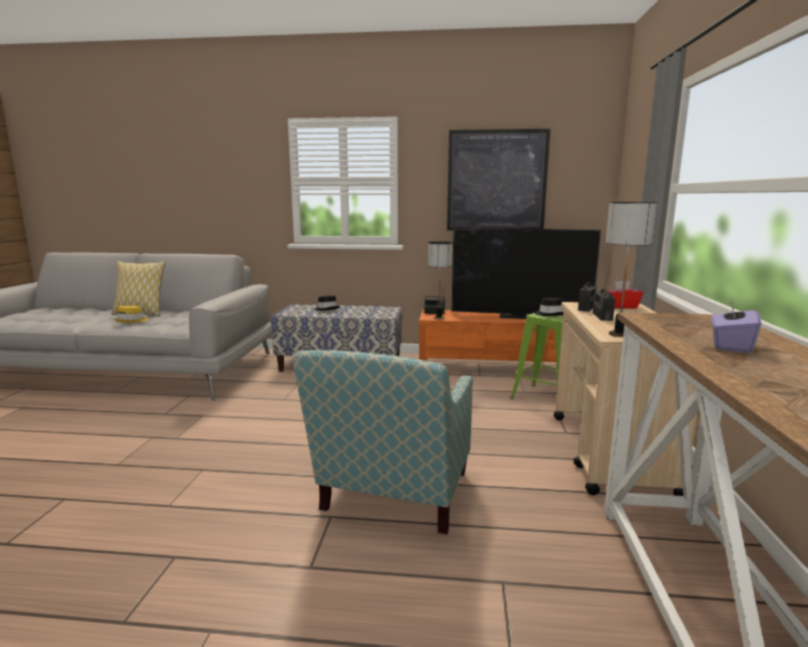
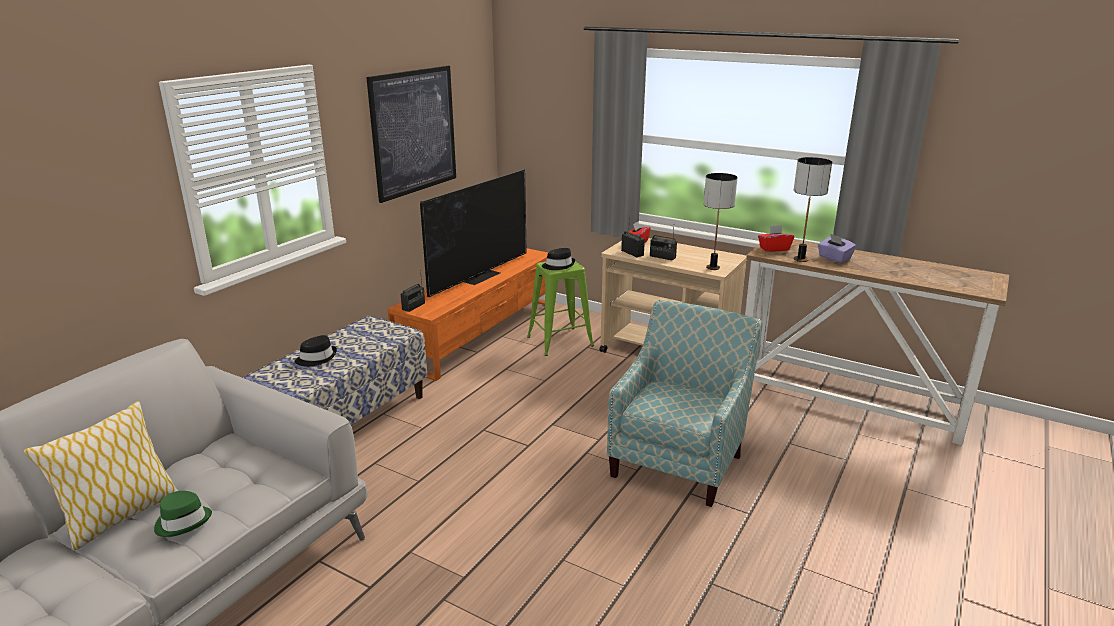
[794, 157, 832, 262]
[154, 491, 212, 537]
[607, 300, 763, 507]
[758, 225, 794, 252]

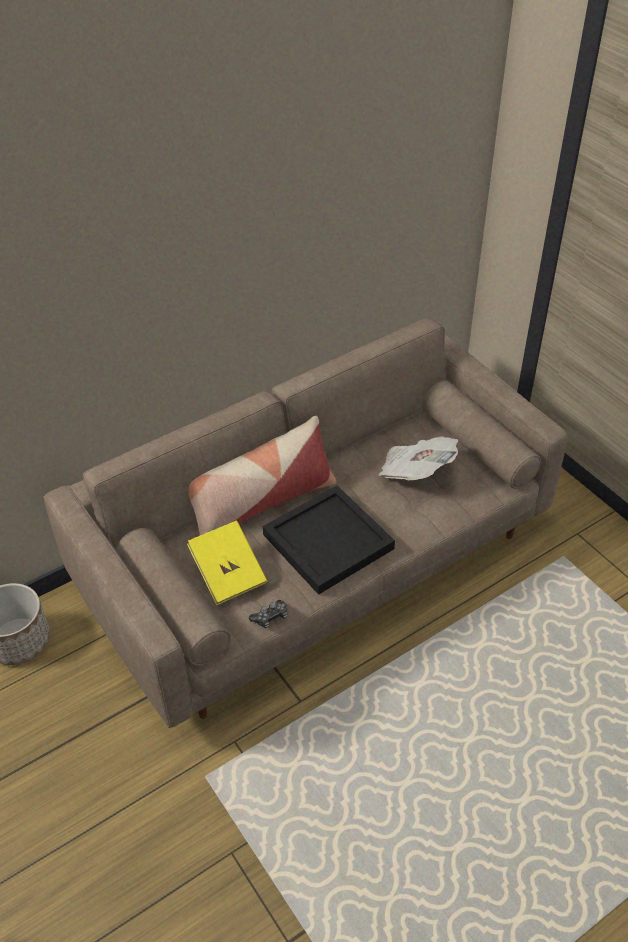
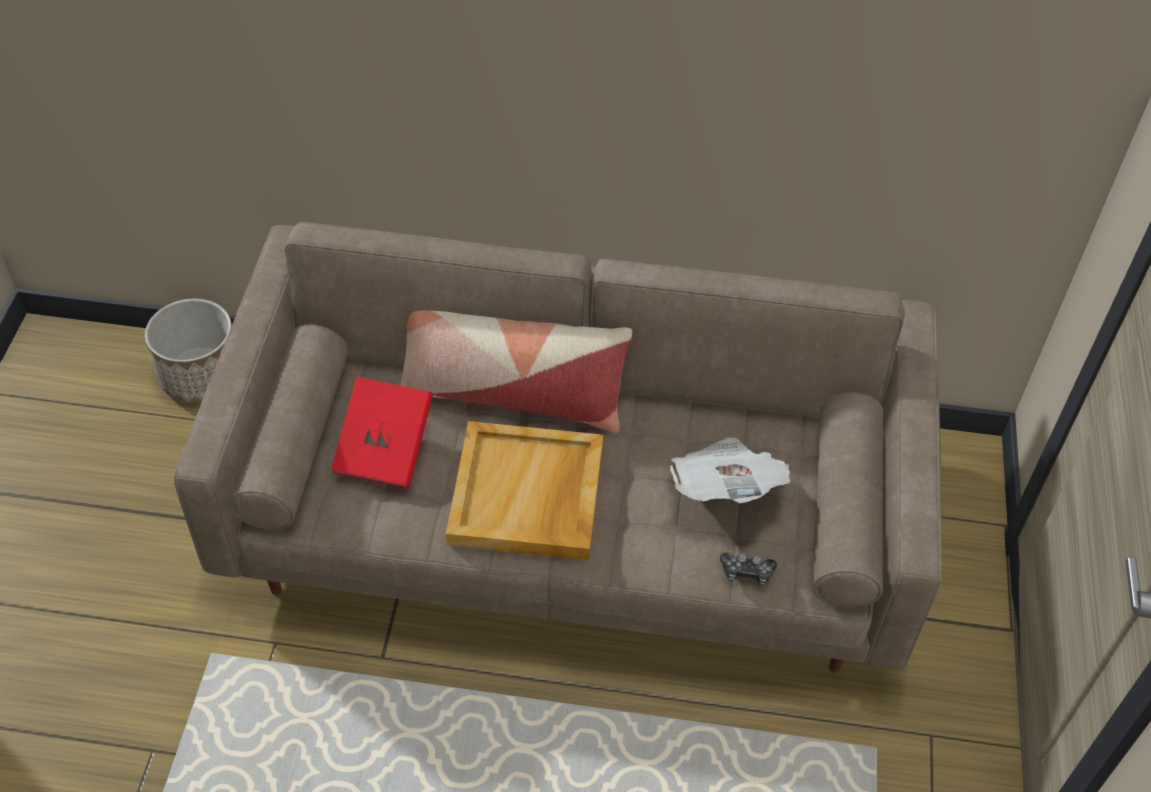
[446, 421, 603, 560]
[331, 377, 433, 488]
[720, 553, 777, 586]

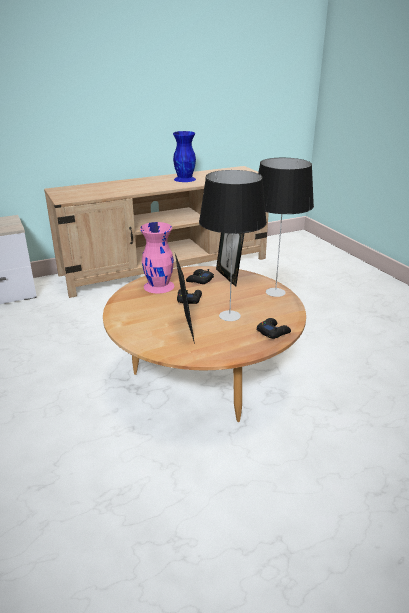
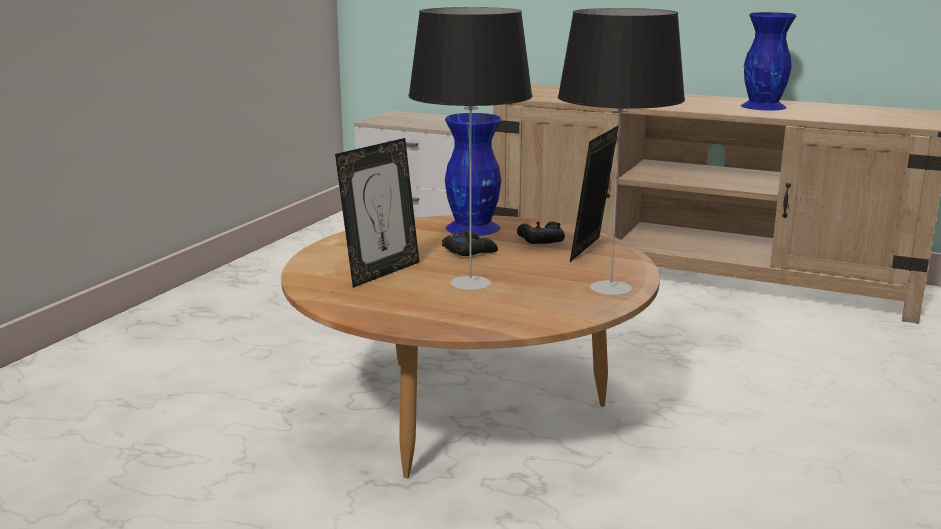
[445, 113, 501, 236]
[257, 318, 291, 339] (first image)

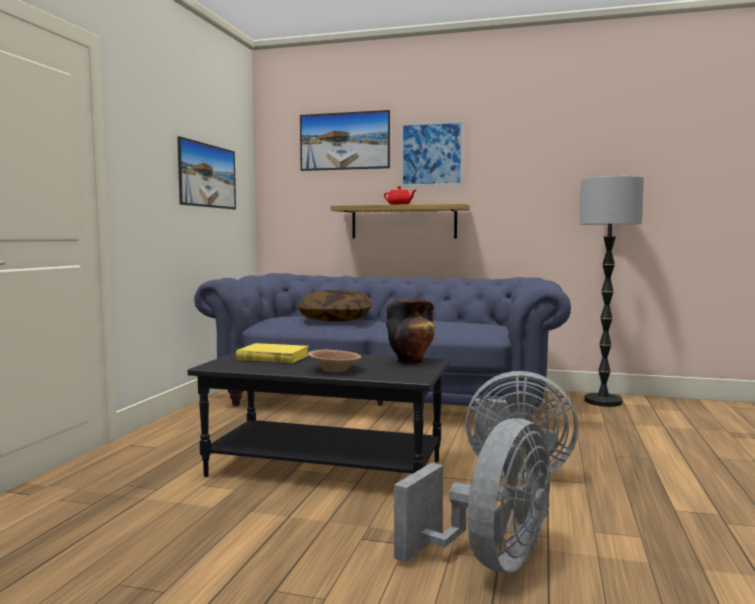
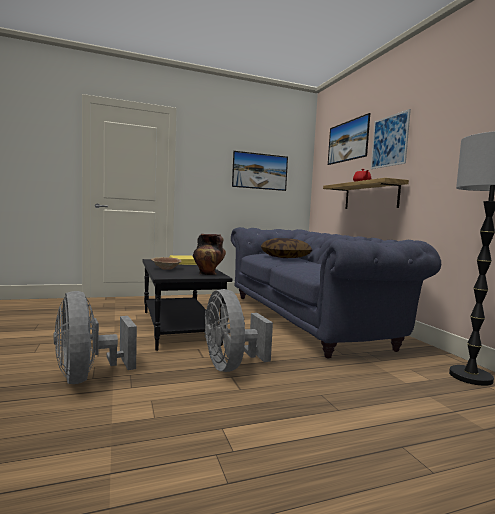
[54, 291, 137, 384]

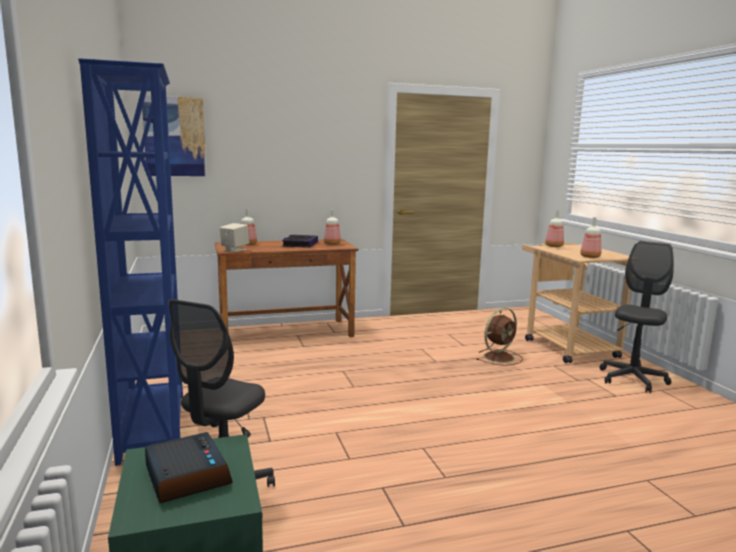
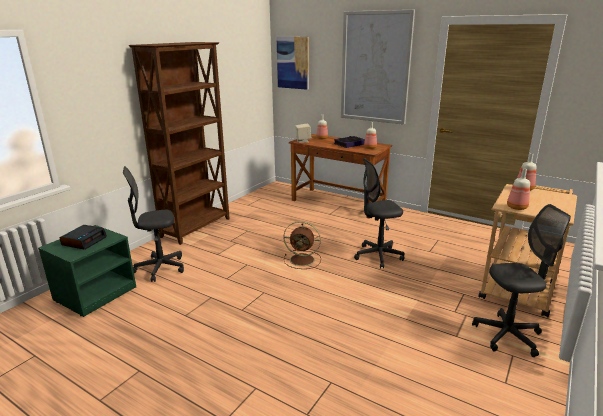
[128, 42, 230, 245]
[284, 221, 321, 269]
[341, 10, 415, 125]
[354, 158, 405, 269]

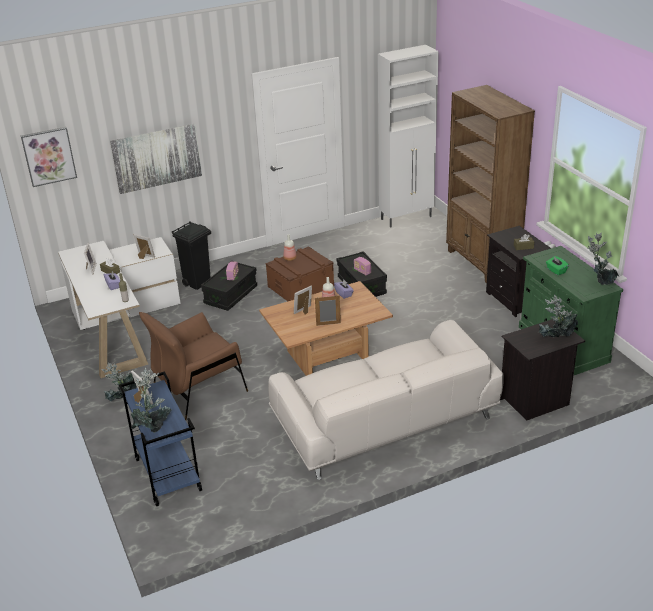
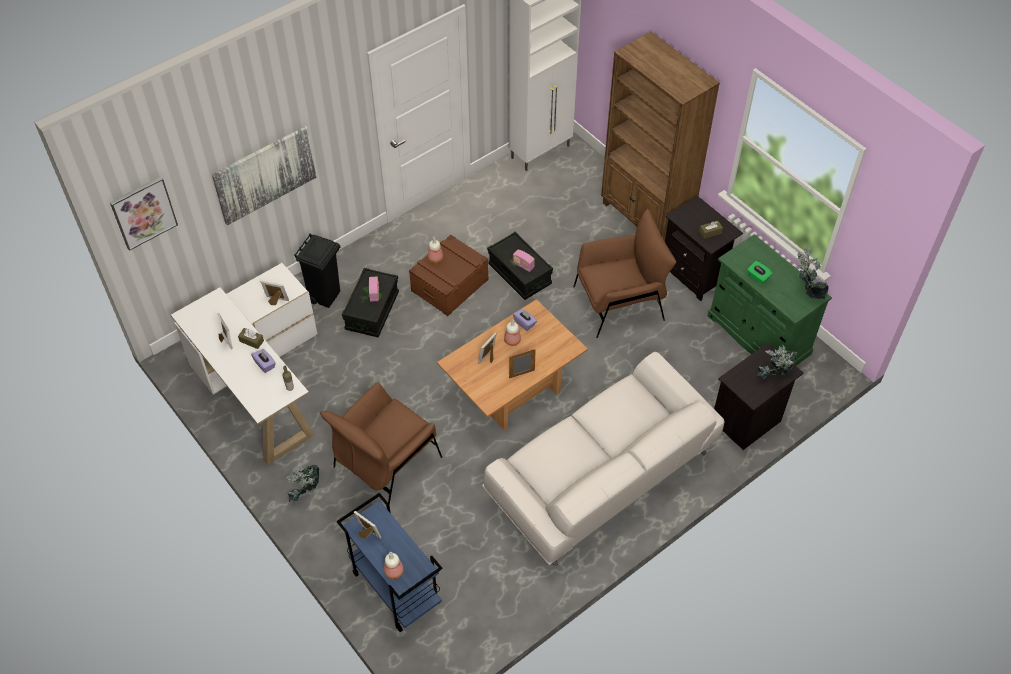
[384, 552, 404, 579]
[573, 209, 676, 338]

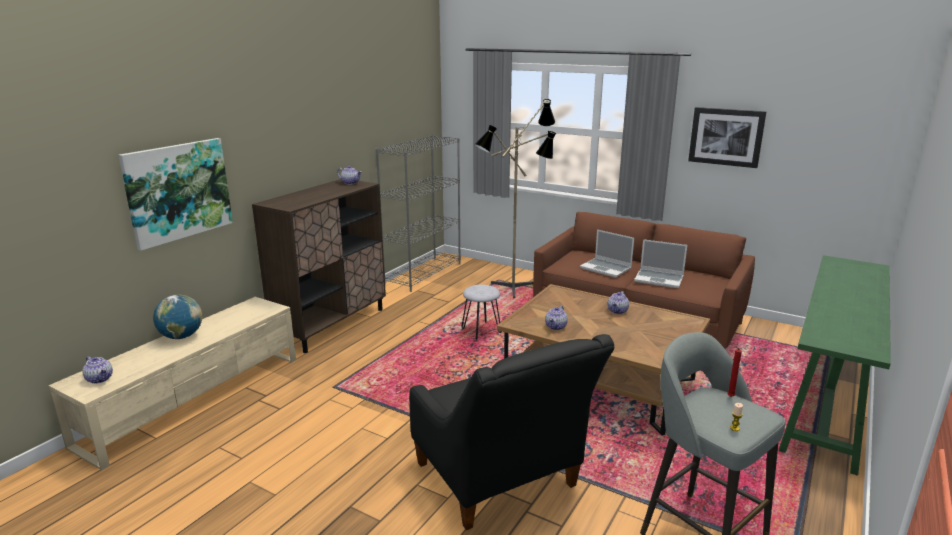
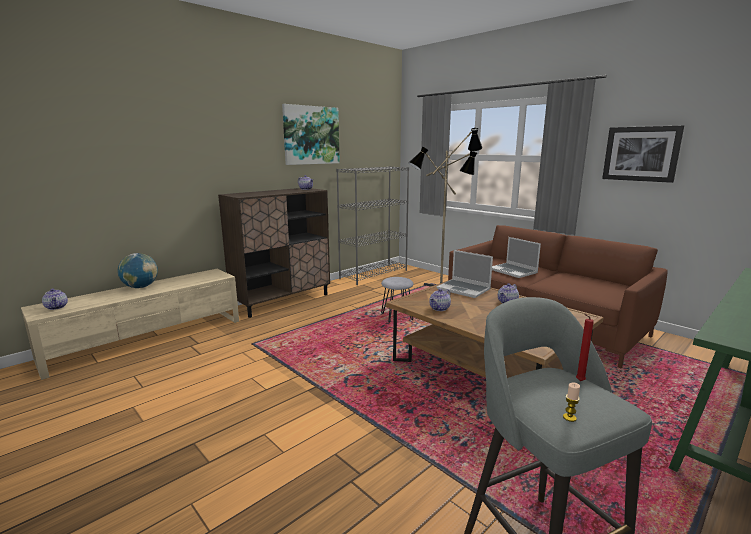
[282, 104, 340, 165]
[437, 250, 493, 298]
[409, 334, 615, 530] (first image)

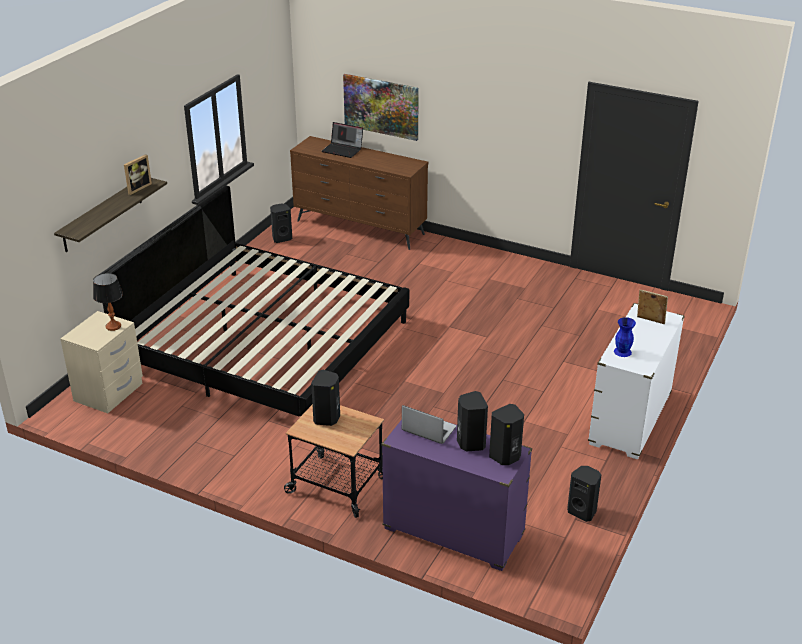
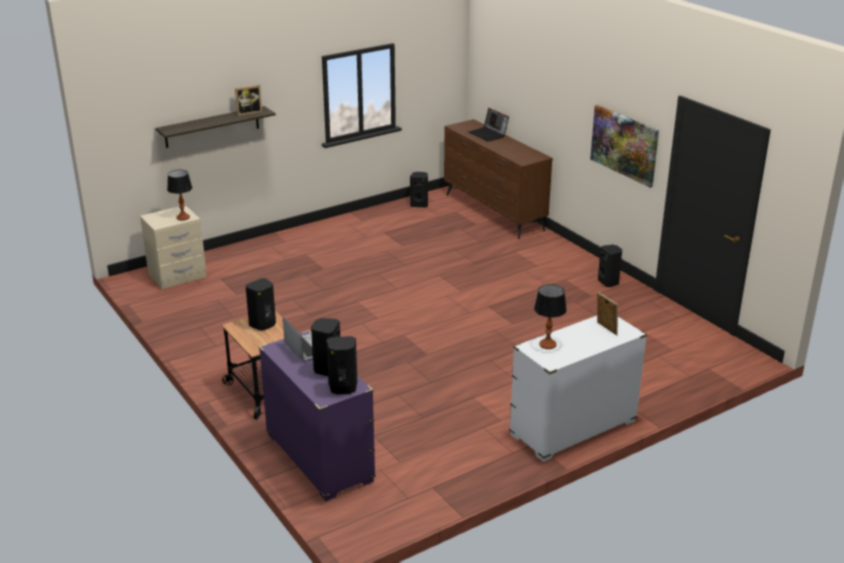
[590, 105, 659, 188]
[100, 185, 409, 417] (first image)
[534, 284, 567, 349]
[598, 245, 622, 287]

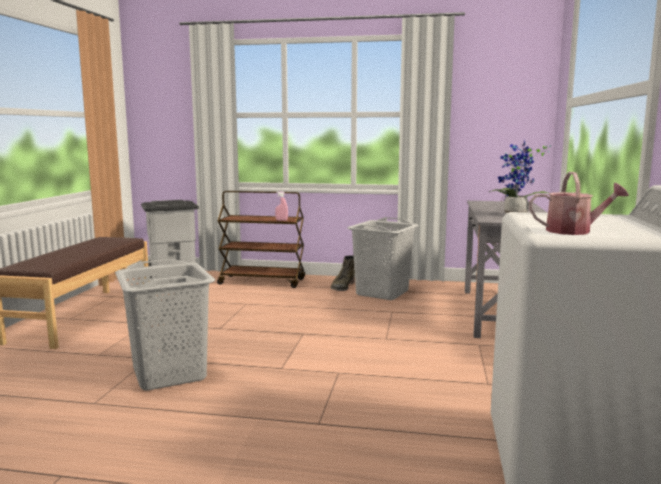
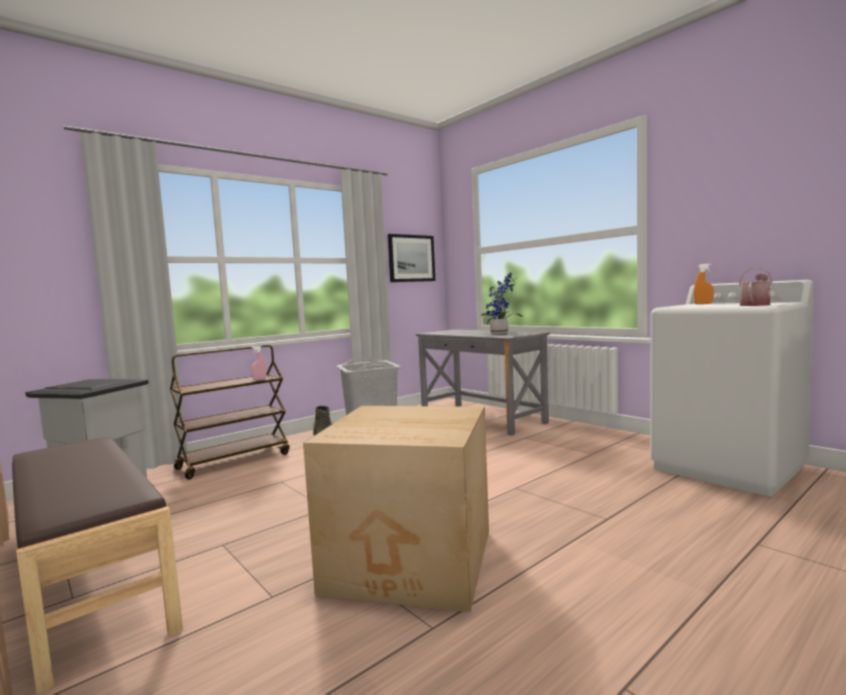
[303, 406, 489, 612]
[388, 234, 435, 282]
[694, 264, 714, 304]

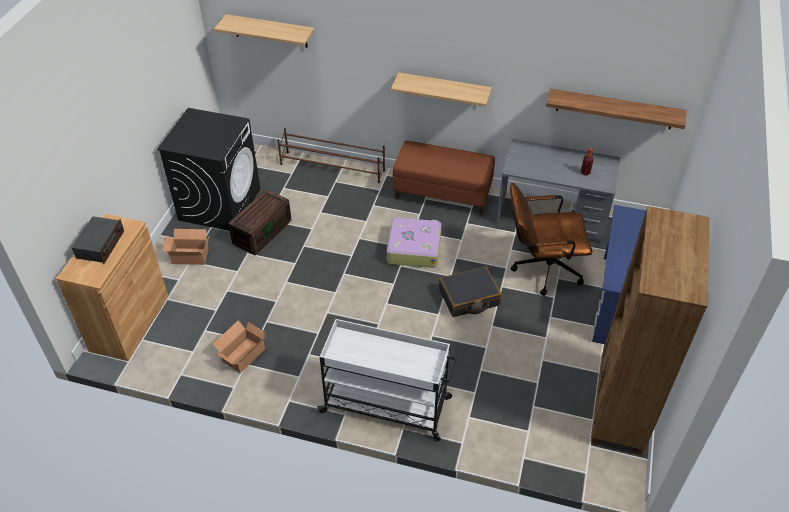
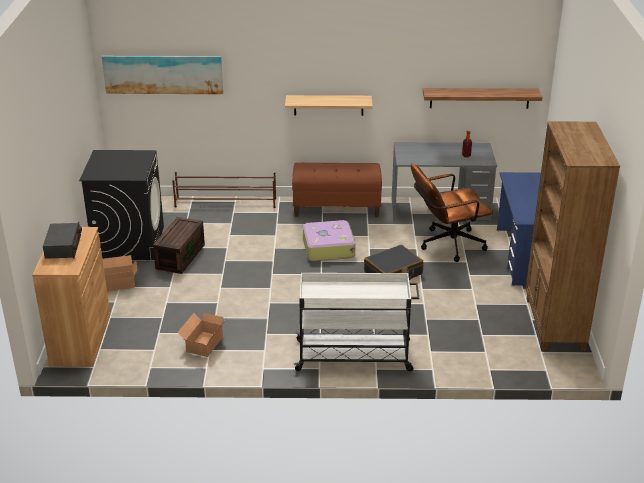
[102, 56, 223, 94]

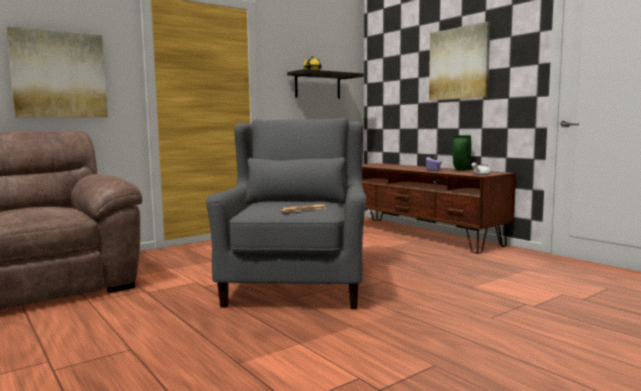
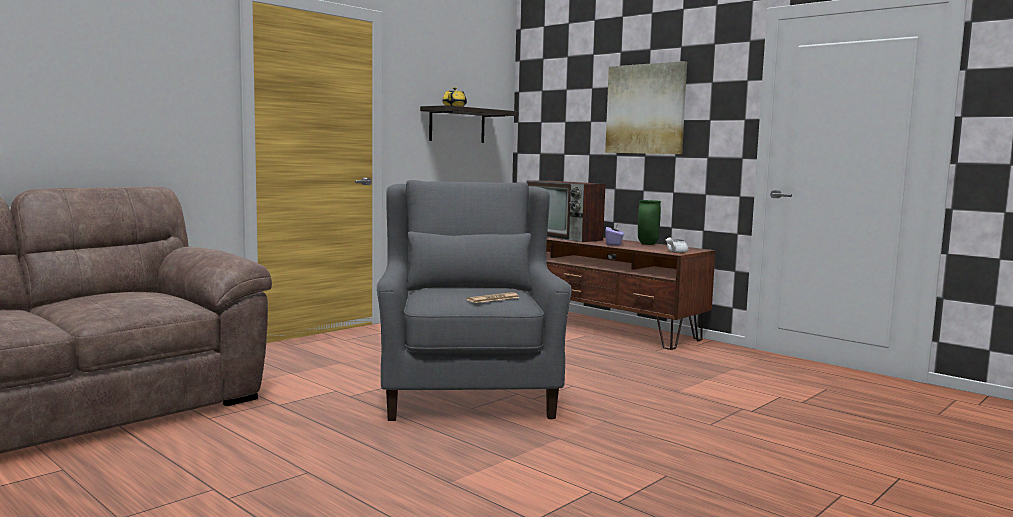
[6, 26, 108, 118] (first image)
[526, 180, 605, 242]

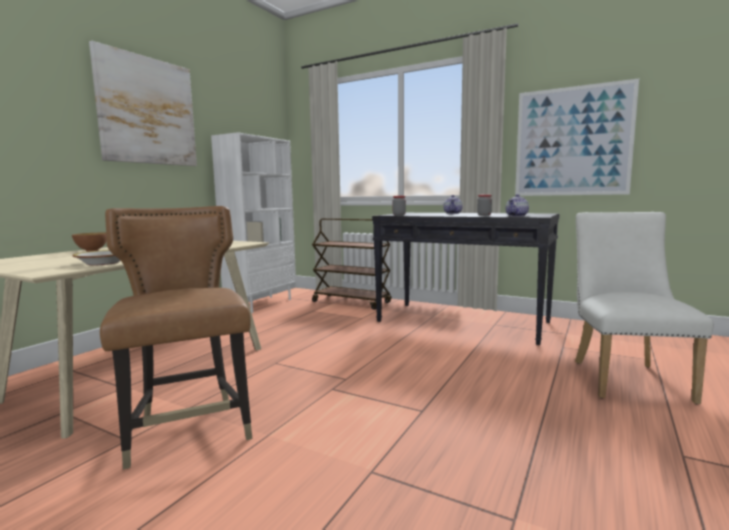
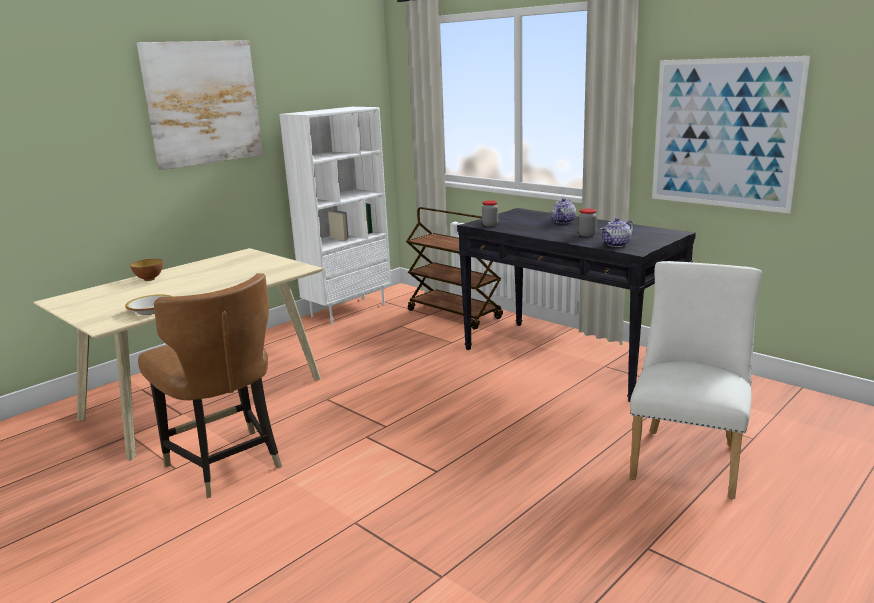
[138, 273, 282, 498]

